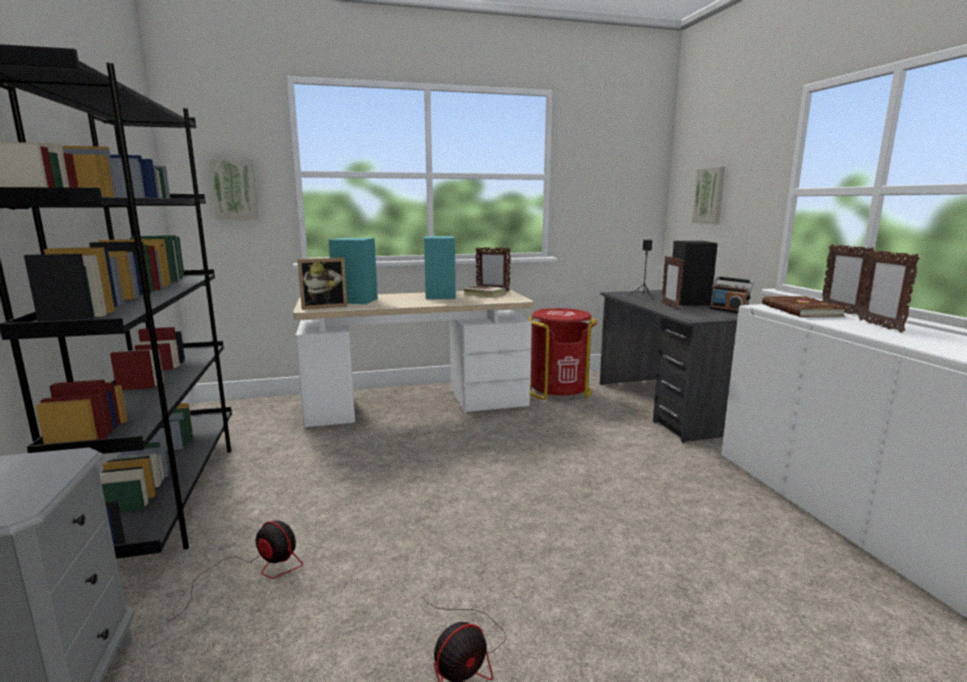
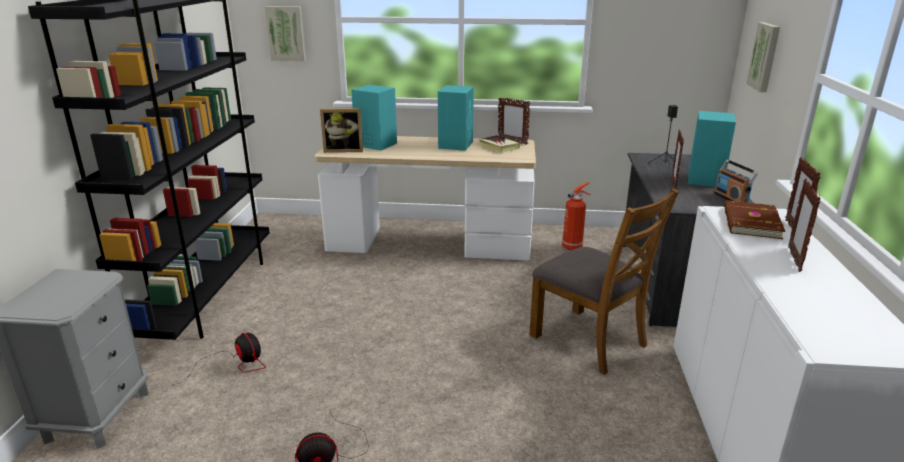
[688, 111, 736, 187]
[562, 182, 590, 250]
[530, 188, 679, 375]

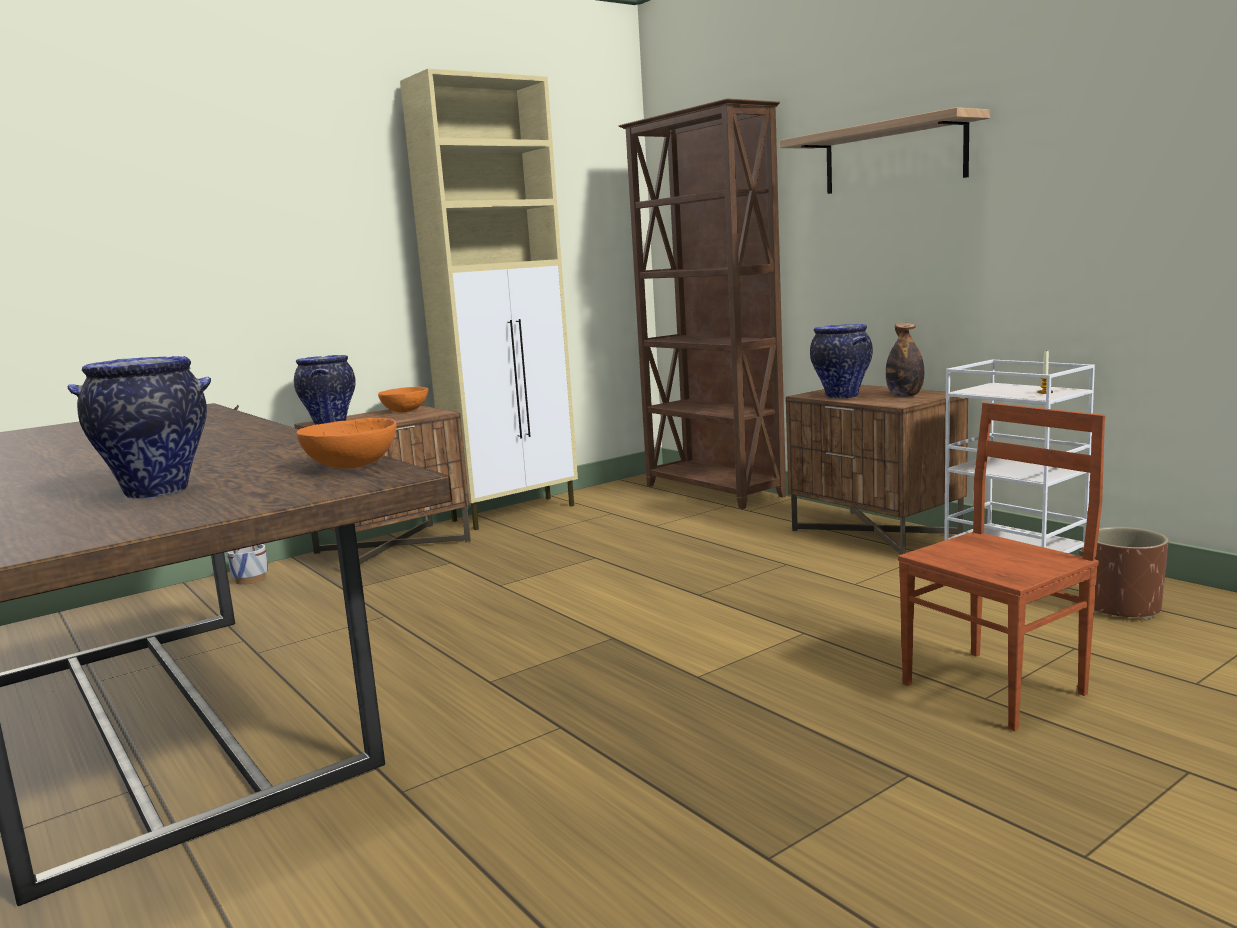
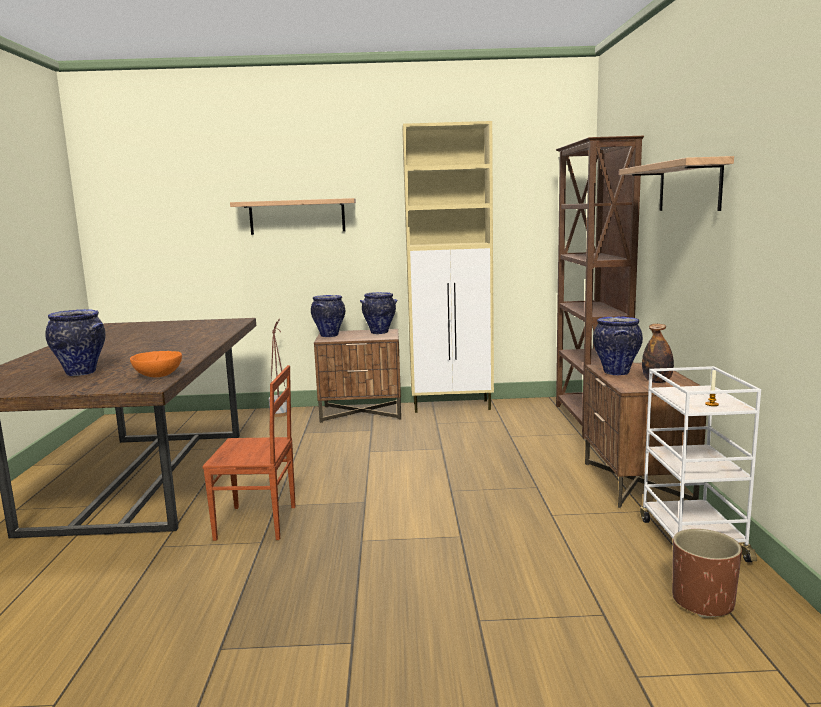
[360, 292, 397, 334]
[202, 365, 296, 541]
[230, 198, 356, 235]

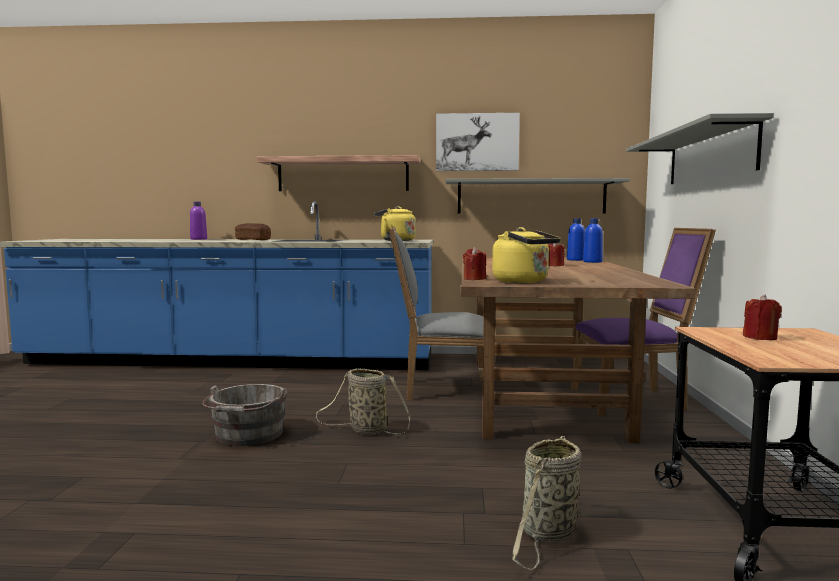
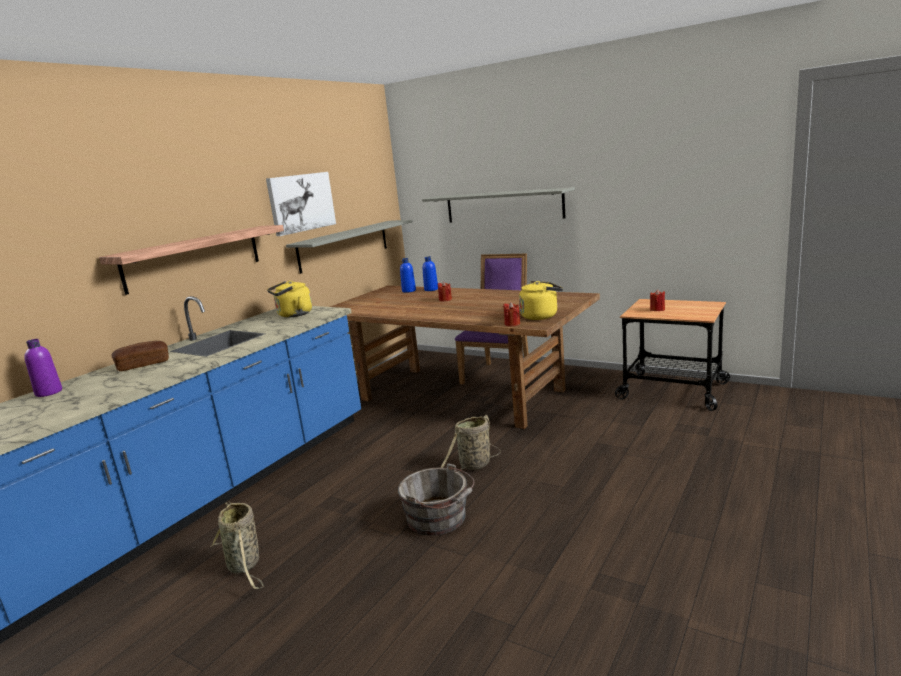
[389, 227, 483, 401] (first image)
[210, 502, 264, 589]

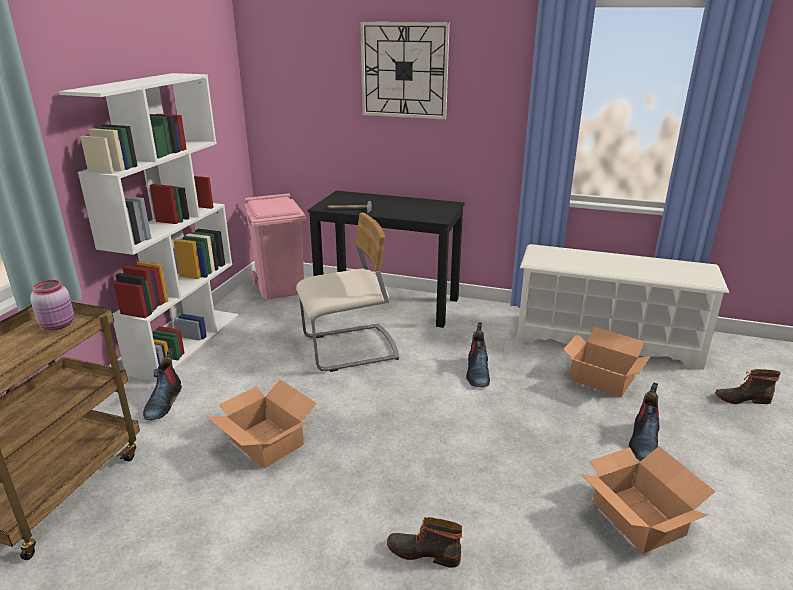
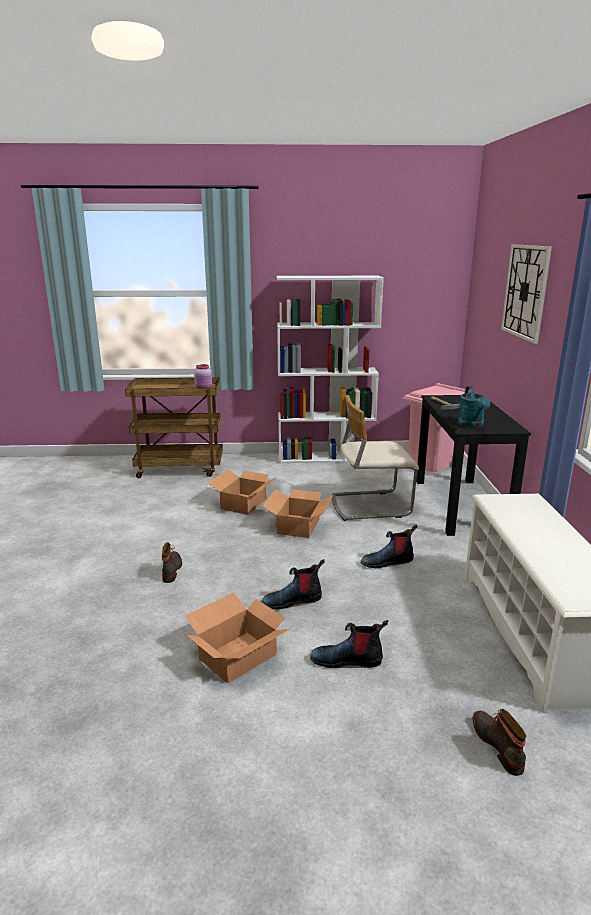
[332, 395, 419, 521]
[263, 489, 333, 538]
[262, 559, 324, 610]
[457, 386, 490, 428]

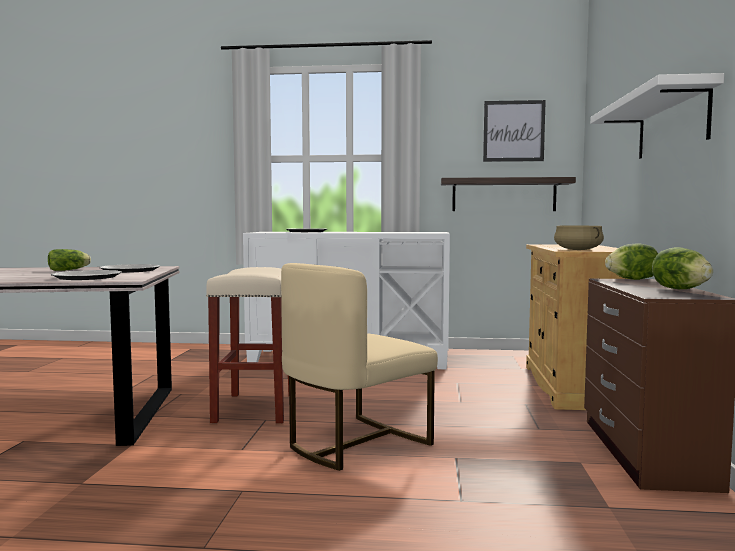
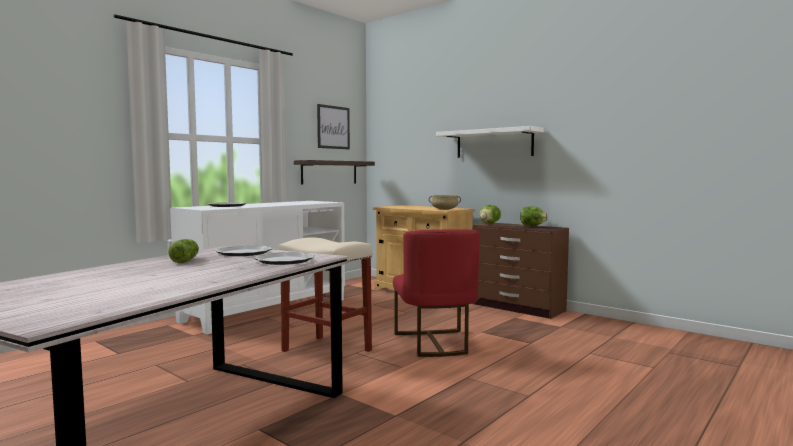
[393, 229, 480, 357]

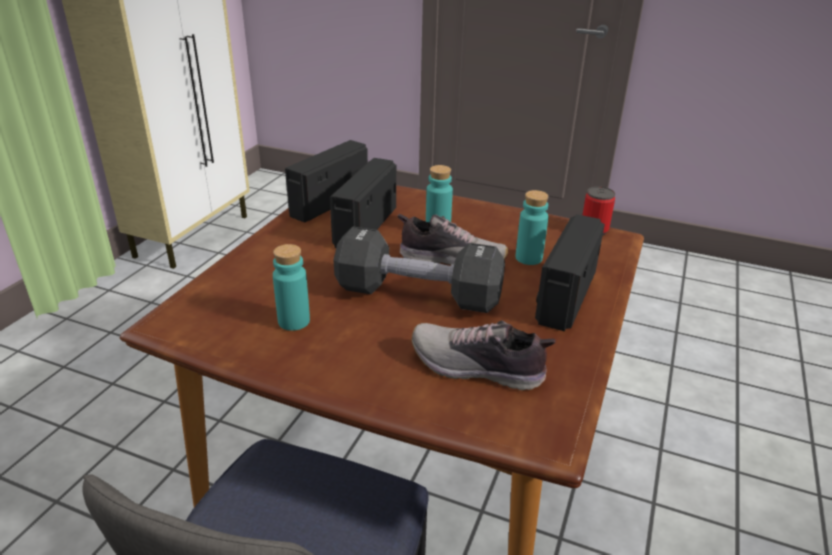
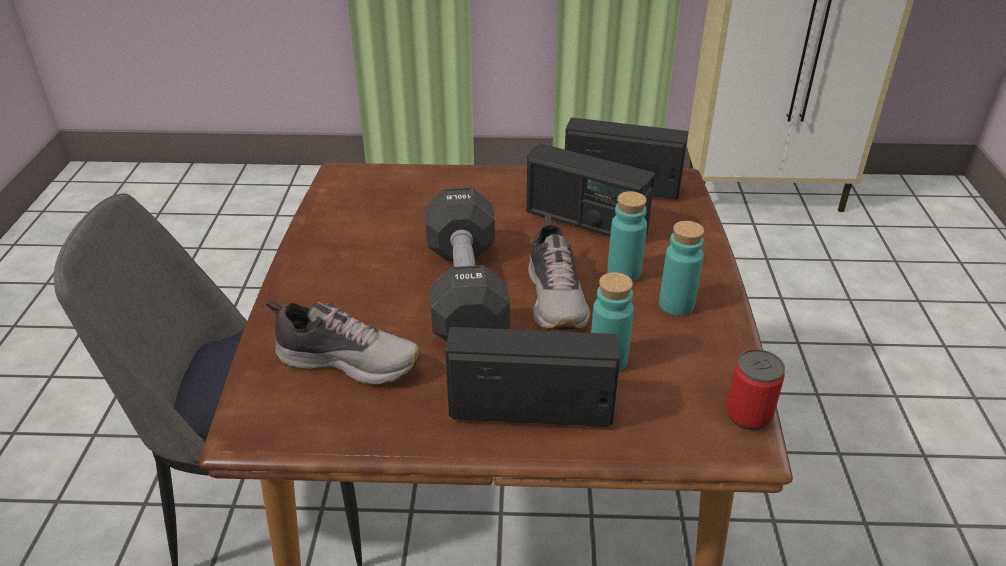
[526, 143, 655, 236]
[659, 221, 704, 316]
[266, 300, 421, 385]

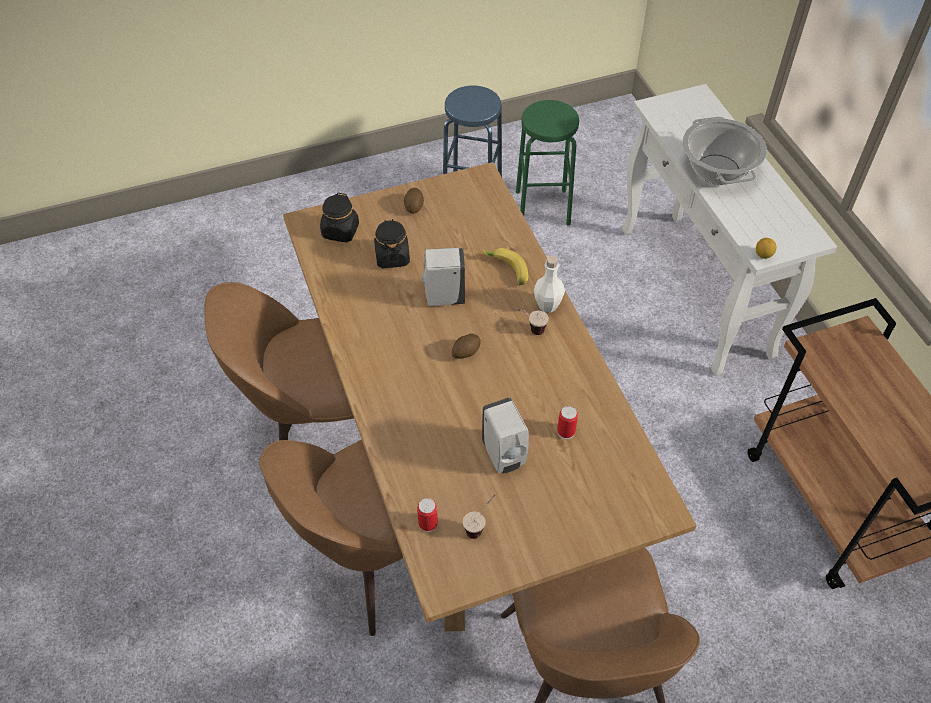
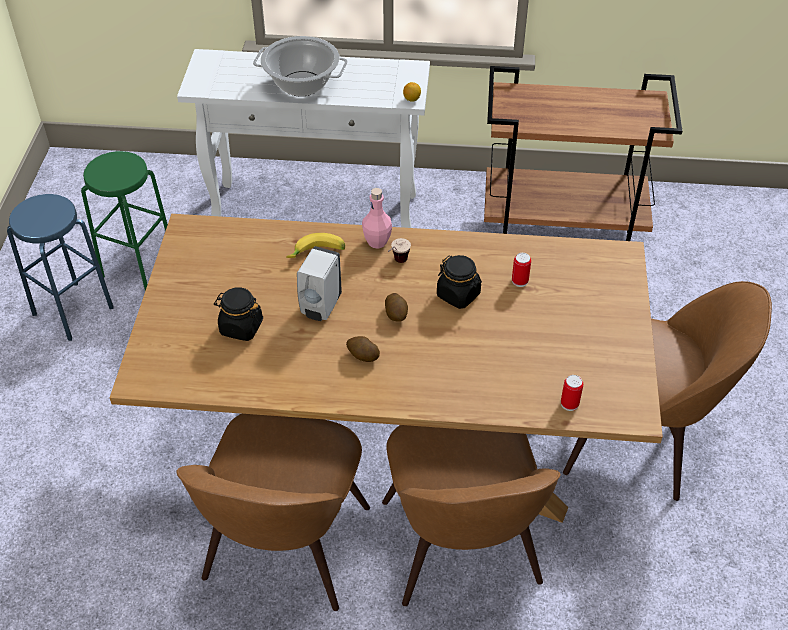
[346, 336, 380, 362]
[437, 255, 482, 309]
[362, 188, 392, 249]
[482, 397, 529, 473] (first image)
[463, 495, 495, 539] (first image)

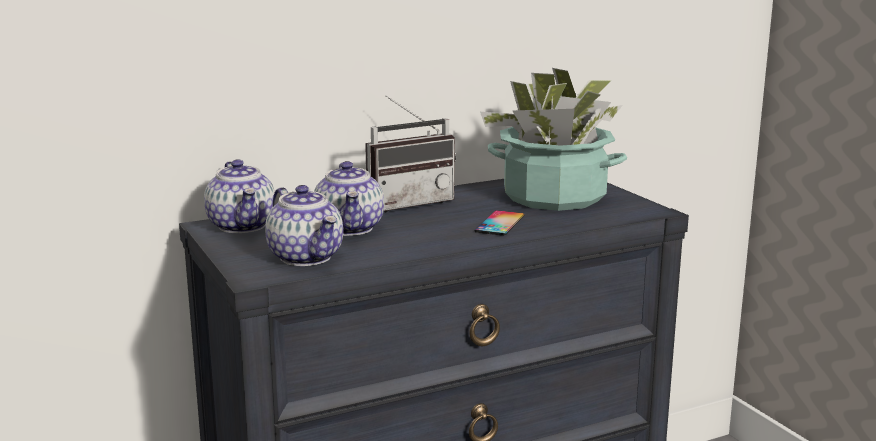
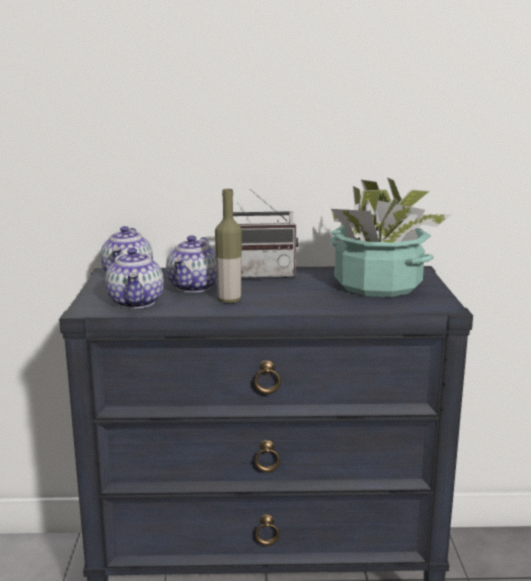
[474, 210, 525, 236] (first image)
[215, 189, 242, 303]

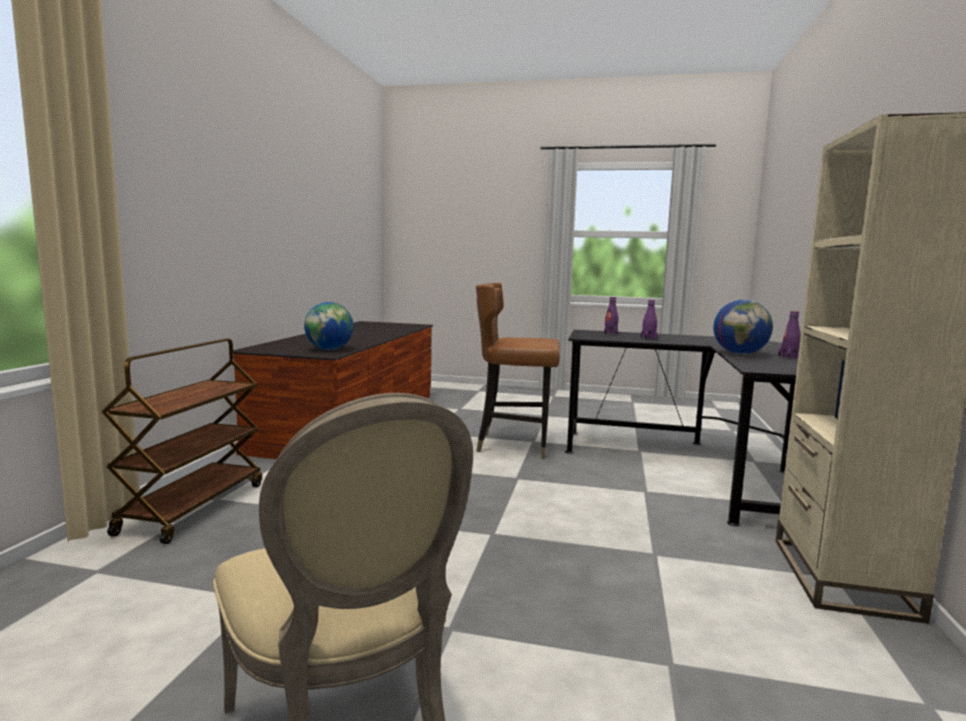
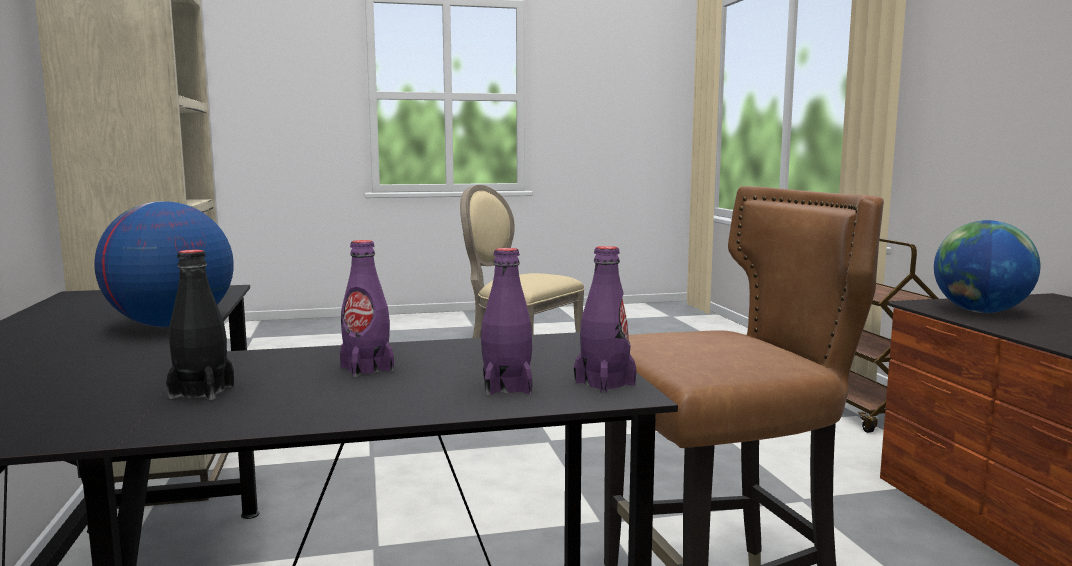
[574, 246, 637, 393]
[166, 250, 234, 400]

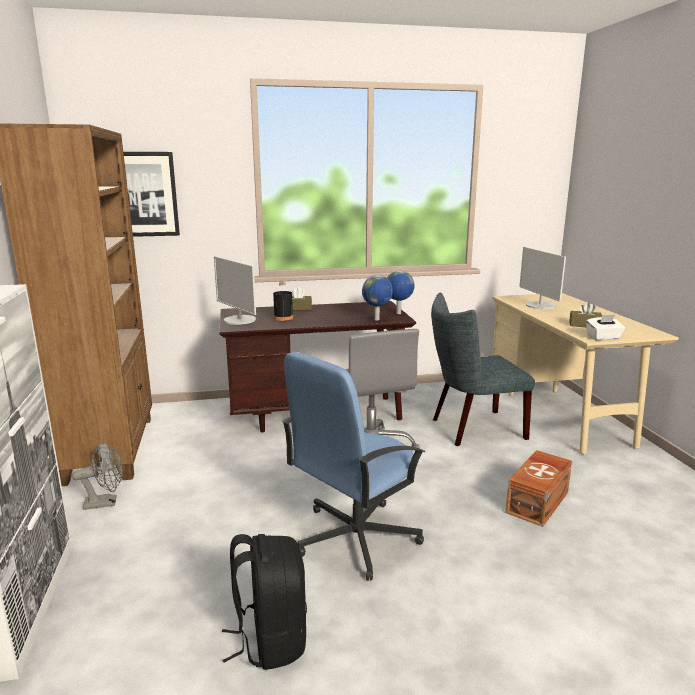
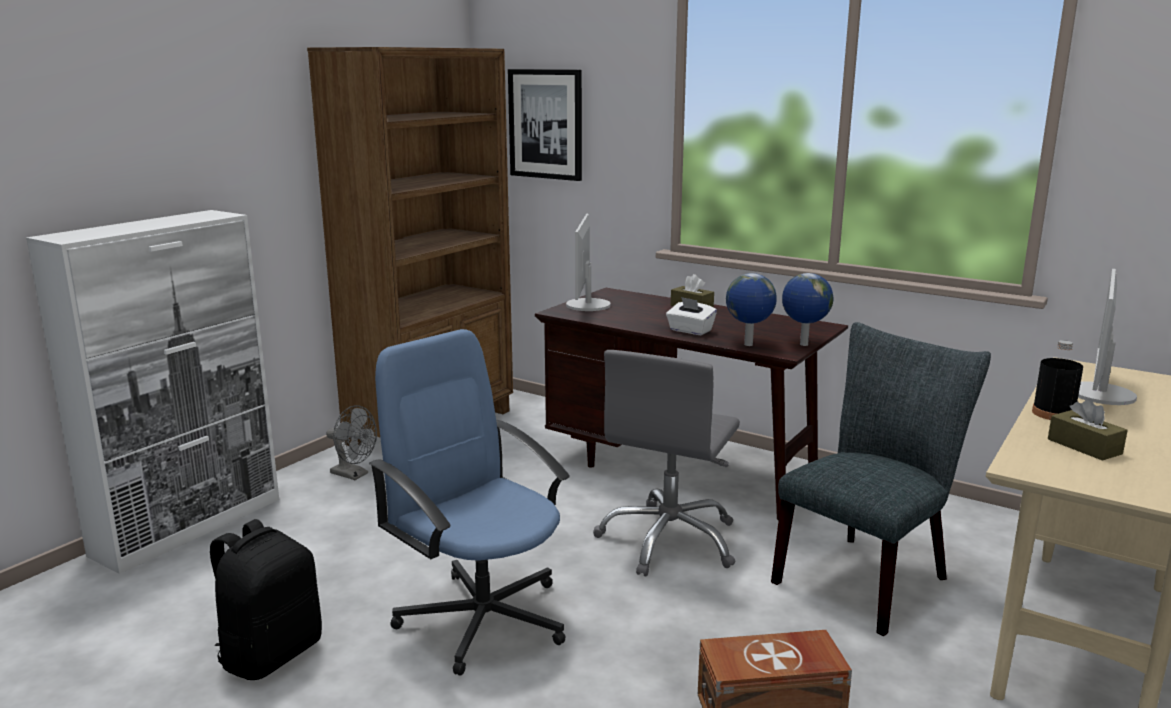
[1032, 340, 1083, 420]
[771, 322, 991, 636]
[666, 297, 717, 335]
[369, 329, 570, 676]

